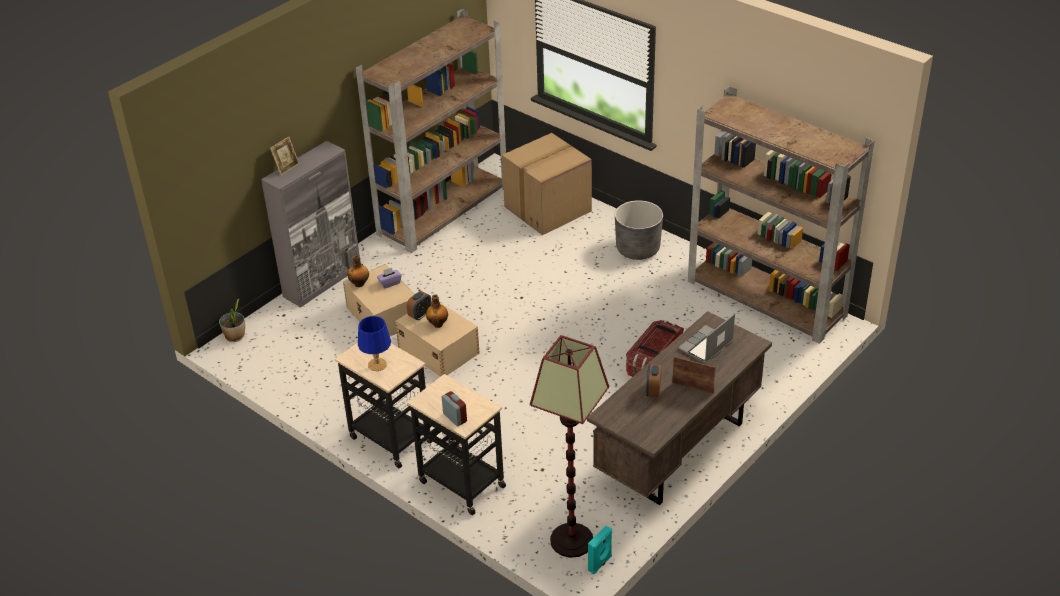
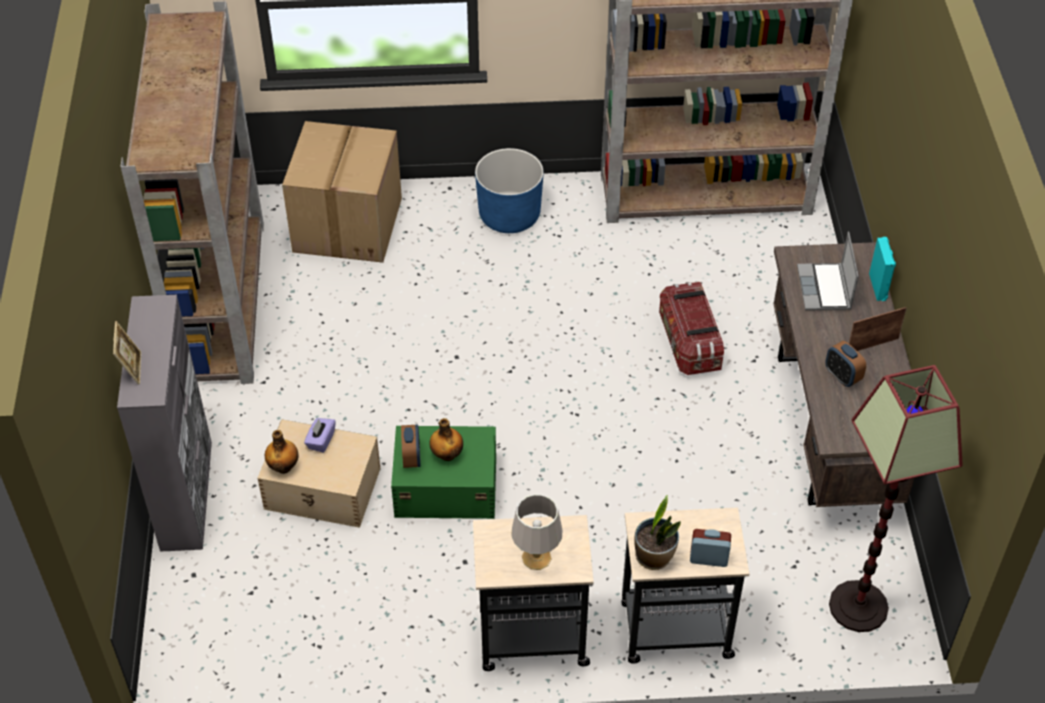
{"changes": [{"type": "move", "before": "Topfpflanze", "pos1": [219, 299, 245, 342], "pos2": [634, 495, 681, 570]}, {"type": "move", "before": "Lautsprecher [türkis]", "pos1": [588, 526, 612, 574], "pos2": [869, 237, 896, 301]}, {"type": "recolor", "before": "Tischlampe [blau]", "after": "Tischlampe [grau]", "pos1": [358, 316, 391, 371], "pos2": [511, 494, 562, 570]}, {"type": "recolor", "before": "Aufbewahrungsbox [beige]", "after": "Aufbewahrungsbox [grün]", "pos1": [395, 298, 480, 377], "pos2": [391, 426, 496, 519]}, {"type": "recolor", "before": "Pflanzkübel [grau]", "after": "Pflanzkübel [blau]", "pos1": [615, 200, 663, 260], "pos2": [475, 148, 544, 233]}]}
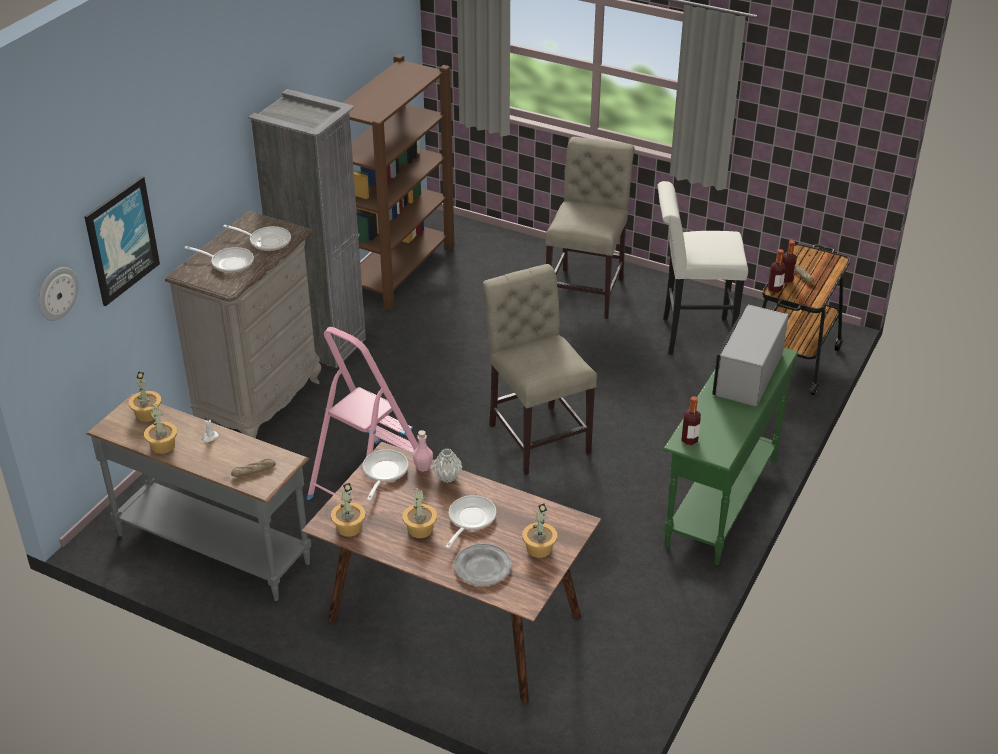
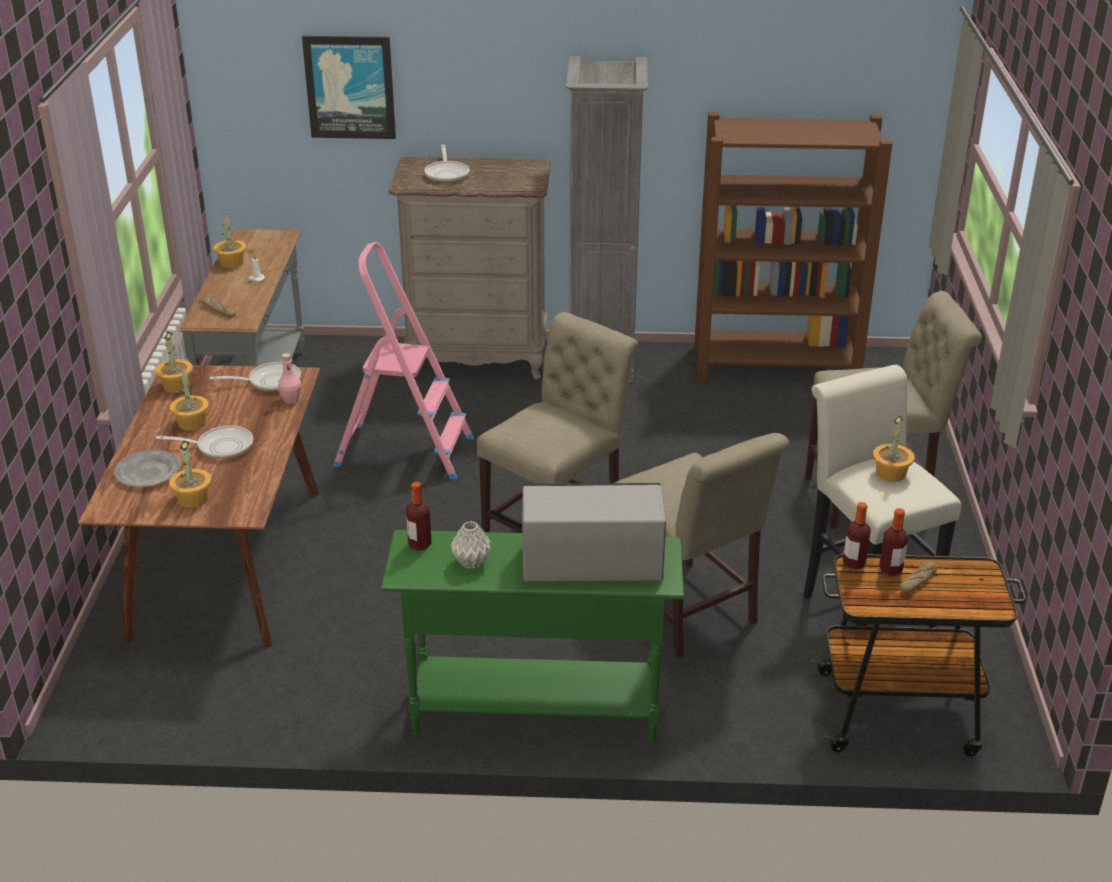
{"changes": [{"type": "delete", "before": "Wanduhr", "pos1": [38, 267, 78, 321]}, {"type": "delete", "before": "Pfanne", "pos1": [223, 225, 291, 251]}, {"type": "insert", "after": "Stuhl [beige]", "pos2": [615, 433, 789, 658]}, {"type": "move", "before": "Topfpflanze", "pos1": [129, 371, 161, 422], "pos2": [873, 415, 915, 482]}, {"type": "move", "before": "Vase [grau]", "pos1": [432, 449, 462, 483], "pos2": [451, 521, 492, 569]}]}
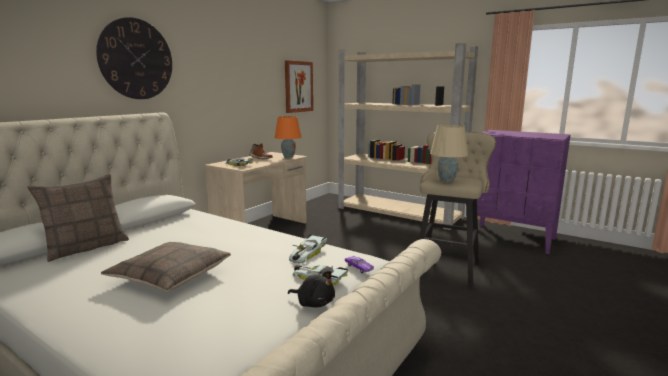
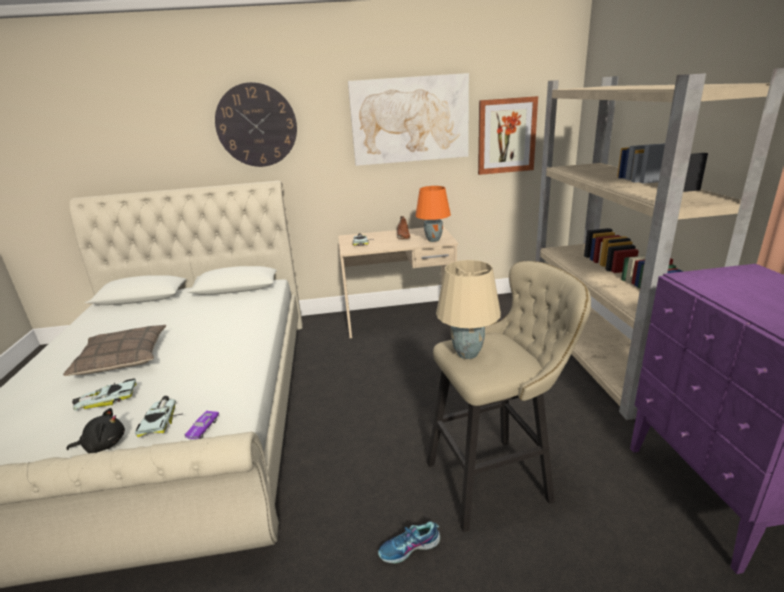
{"changes": [{"type": "delete", "before": "Kissen", "pos1": [27, 173, 129, 262]}, {"type": "insert", "after": "Bild", "pos2": [348, 73, 469, 166]}, {"type": "insert", "after": "Schuh", "pos2": [378, 521, 440, 564]}, {"type": "move", "before": "Spielzeugauto", "pos1": [289, 234, 327, 263], "pos2": [72, 379, 137, 411]}, {"type": "rotate", "before": "Plüschtier [schwarz]", "pos1": [288, 271, 335, 308], "pos2": [66, 408, 125, 453], "turn": -90}]}
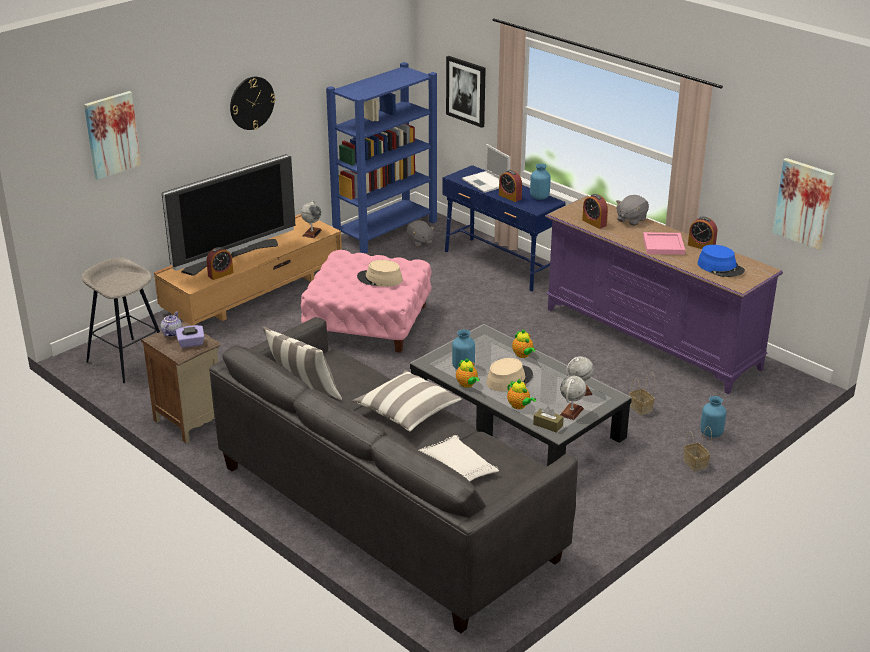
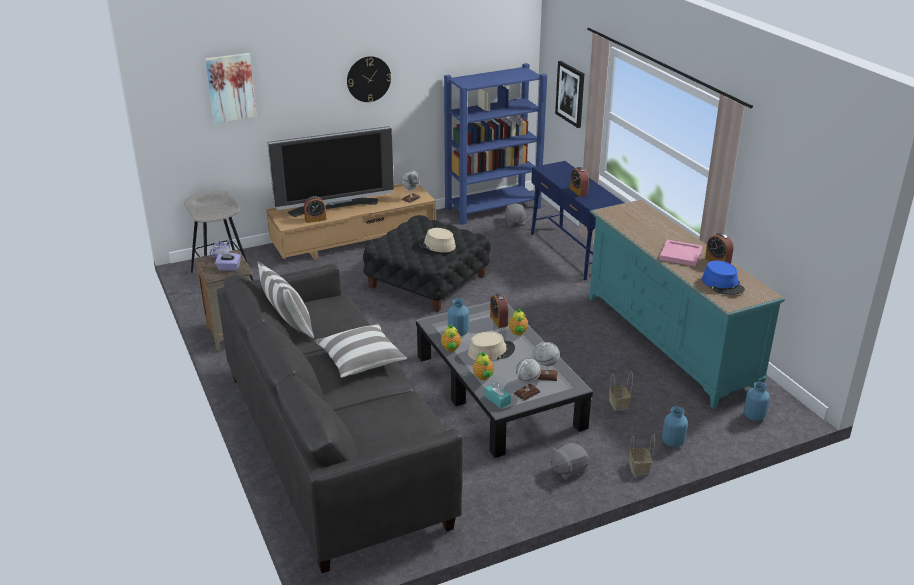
{"changes": [{"type": "delete", "before": "Kissen [weiß]", "pos1": [419, 435, 499, 481]}, {"type": "delete", "before": "Laptop", "pos1": [462, 144, 511, 193]}, {"type": "delete", "before": "Bild", "pos1": [773, 158, 834, 250]}, {"type": "move", "before": "Vase [blau]", "pos1": [530, 163, 551, 200], "pos2": [744, 382, 770, 421]}, {"type": "move", "before": "Wecker", "pos1": [582, 194, 608, 229], "pos2": [490, 293, 509, 328]}, {"type": "move", "before": "Plüschtier [grau]", "pos1": [616, 195, 649, 226], "pos2": [551, 443, 589, 481]}, {"type": "recolor", "before": "Polsterhocker [rosa]", "after": "Polsterhocker [schwarz]", "pos1": [301, 250, 432, 353], "pos2": [363, 215, 491, 312]}, {"type": "recolor", "before": "Taschentuchbox [braun]", "after": "Taschentuchbox [türkis]", "pos1": [533, 407, 564, 433], "pos2": [485, 383, 511, 408]}, {"type": "recolor", "before": "Schrank [lila]", "after": "Schrank [türkis]", "pos1": [545, 196, 783, 394], "pos2": [588, 200, 785, 409]}]}
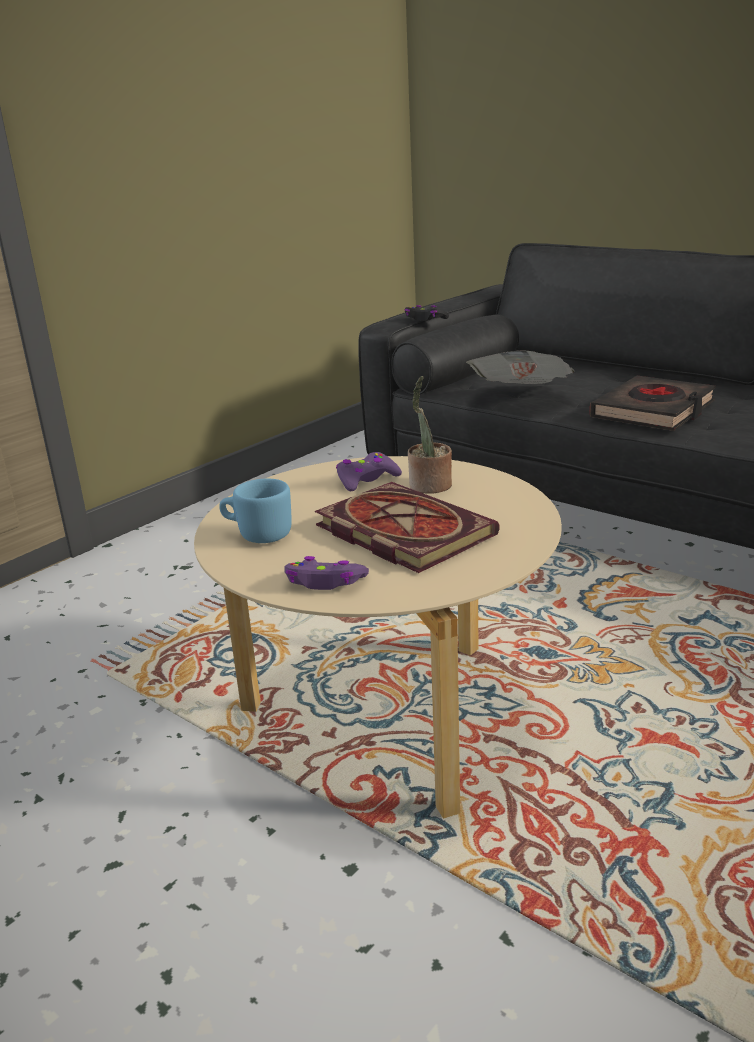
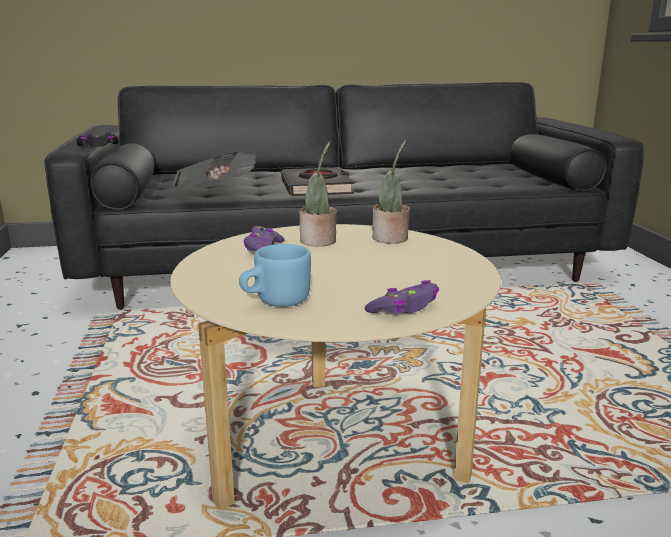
{"changes": [{"type": "delete", "before": "Buch", "pos1": [315, 482, 499, 573]}, {"type": "insert", "after": "Topfpflanze", "pos2": [372, 140, 410, 244]}]}
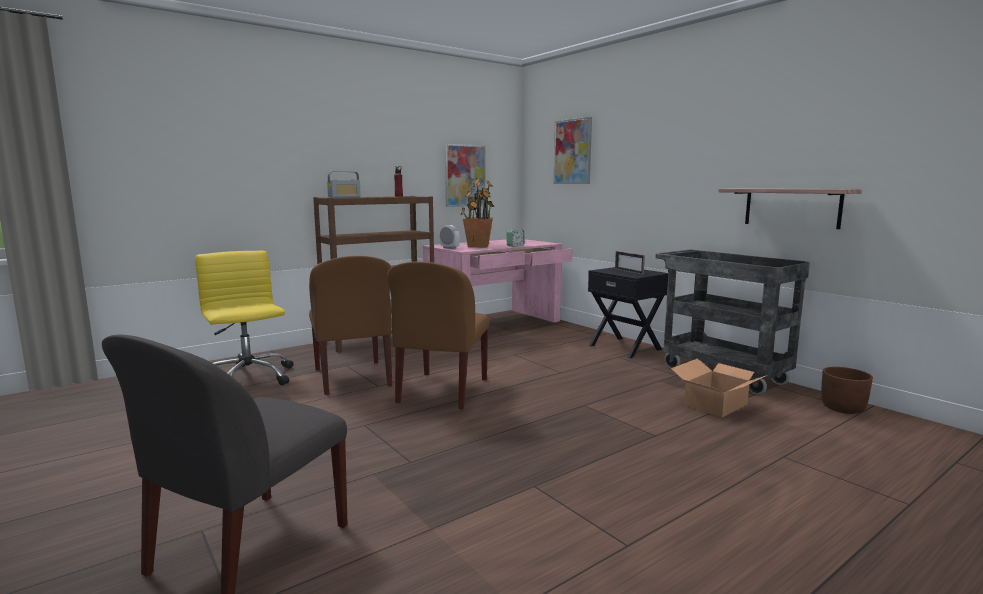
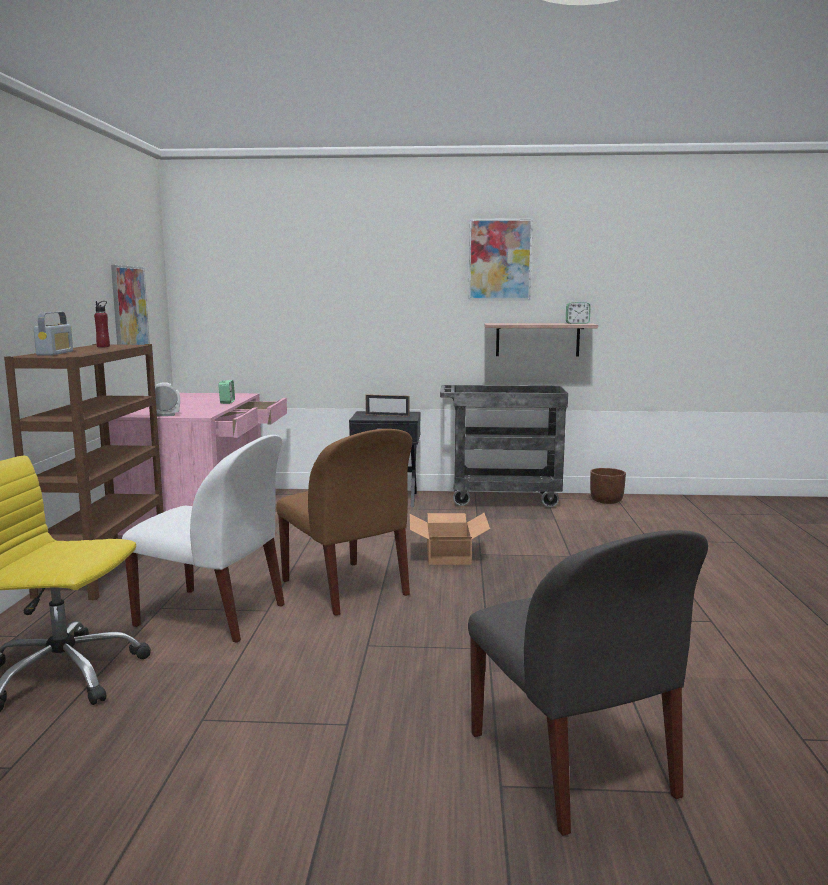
{"changes": [{"type": "delete", "before": "Topfpflanze", "pos1": [461, 178, 494, 247]}, {"type": "insert", "after": "Wecker", "pos2": [566, 302, 591, 324]}, {"type": "move", "before": "Bild", "pos1": [554, 117, 592, 184], "pos2": [469, 218, 533, 301]}, {"type": "move", "before": "Karton", "pos1": [671, 358, 768, 418], "pos2": [410, 513, 490, 565]}, {"type": "recolor", "before": "Stuhl [braun]", "after": "Stuhl [weiß]", "pos1": [309, 256, 392, 395], "pos2": [122, 435, 284, 643]}]}
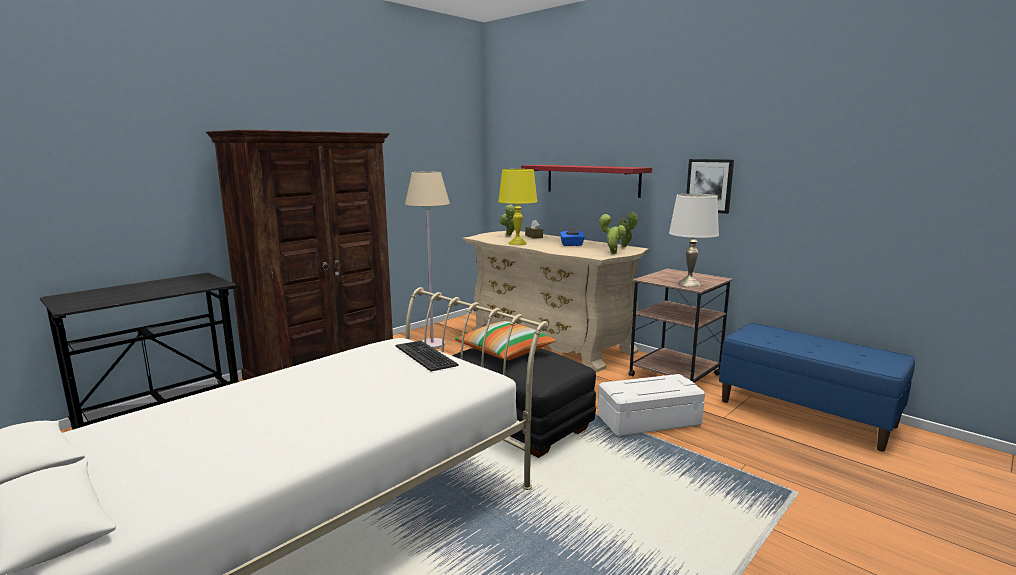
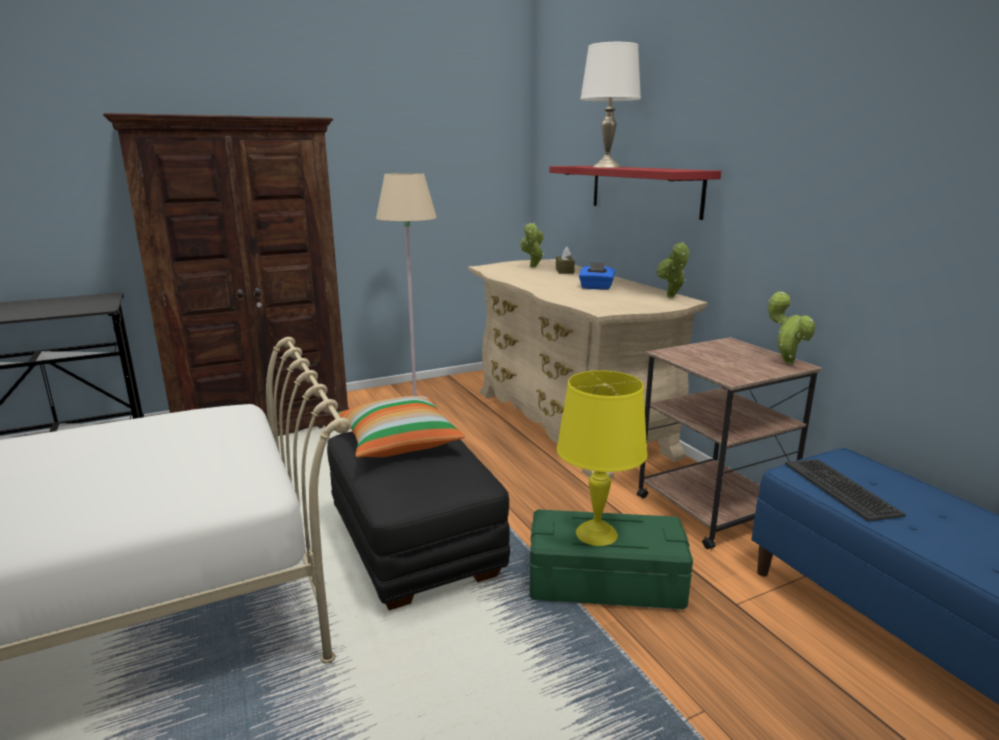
{"changes": [{"type": "delete", "before": "Bild", "pos1": [686, 159, 734, 214]}, {"type": "move", "before": "Tastatur", "pos1": [396, 341, 459, 371], "pos2": [785, 459, 906, 521]}, {"type": "move", "before": "Tischlampe [gelb]", "pos1": [498, 169, 538, 245], "pos2": [557, 370, 648, 546]}, {"type": "move", "before": "Topfpflanze", "pos1": [599, 214, 626, 254], "pos2": [768, 292, 815, 364]}, {"type": "move", "before": "Tischlampe [weiß]", "pos1": [669, 194, 719, 287], "pos2": [580, 42, 641, 168]}, {"type": "recolor", "before": "Aufbewahrungsbox [weiß]", "after": "Aufbewahrungsbox [grün]", "pos1": [598, 374, 705, 436], "pos2": [529, 509, 693, 610]}]}
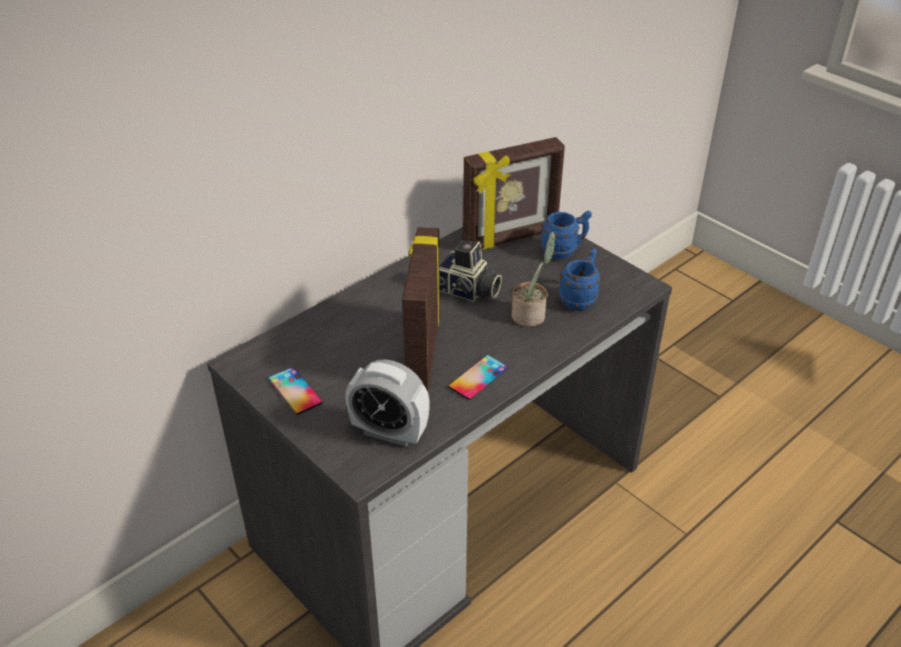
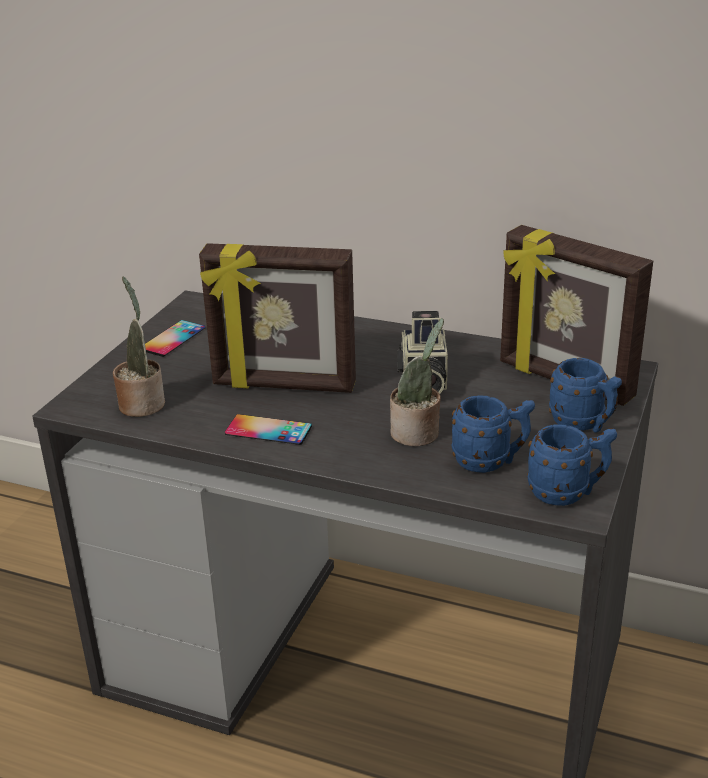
{"changes": [{"type": "insert", "after": "Henkelbecher [blau]", "pos2": [527, 424, 617, 506]}, {"type": "replace", "before": "Wecker", "after": "Topfpflanze", "pos1": [345, 359, 430, 447], "pos2": [113, 276, 165, 417]}, {"type": "rotate", "before": "Bilderrahmen", "pos1": [402, 227, 440, 391], "pos2": [199, 243, 356, 393], "turn": -150}]}
